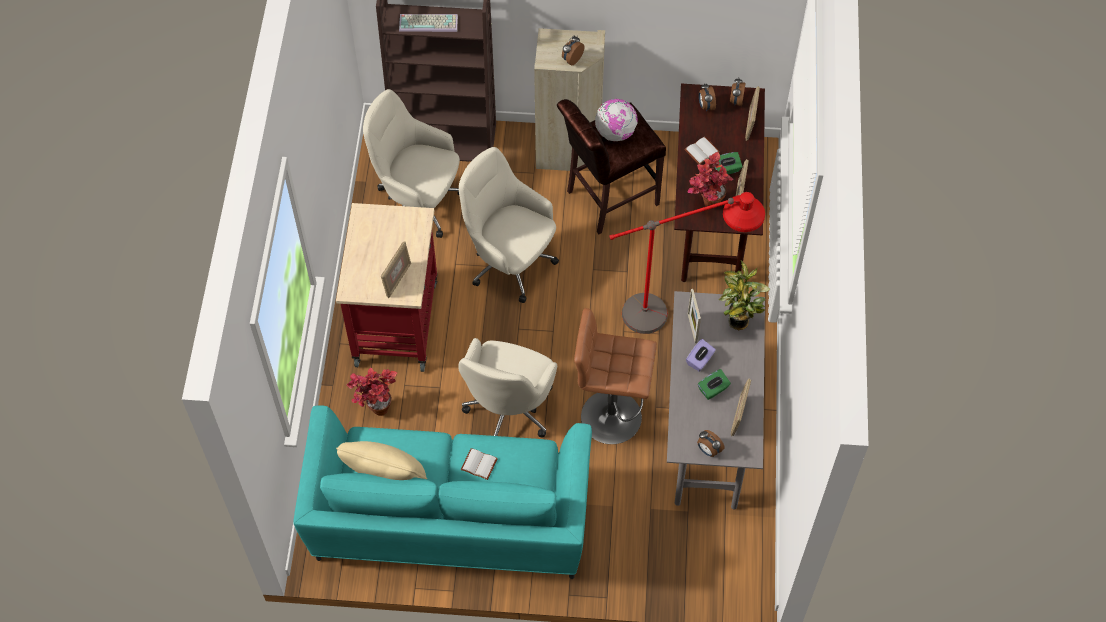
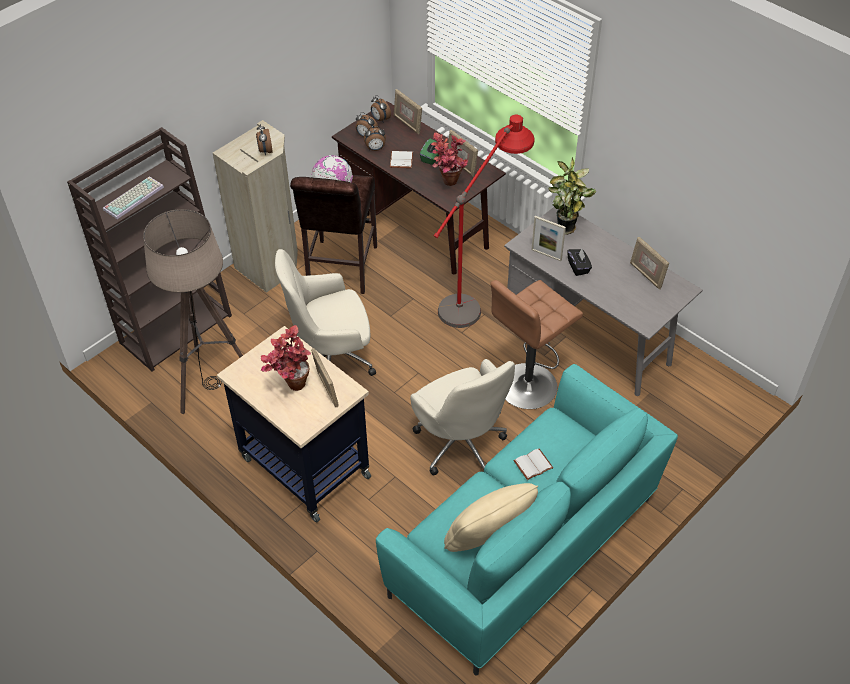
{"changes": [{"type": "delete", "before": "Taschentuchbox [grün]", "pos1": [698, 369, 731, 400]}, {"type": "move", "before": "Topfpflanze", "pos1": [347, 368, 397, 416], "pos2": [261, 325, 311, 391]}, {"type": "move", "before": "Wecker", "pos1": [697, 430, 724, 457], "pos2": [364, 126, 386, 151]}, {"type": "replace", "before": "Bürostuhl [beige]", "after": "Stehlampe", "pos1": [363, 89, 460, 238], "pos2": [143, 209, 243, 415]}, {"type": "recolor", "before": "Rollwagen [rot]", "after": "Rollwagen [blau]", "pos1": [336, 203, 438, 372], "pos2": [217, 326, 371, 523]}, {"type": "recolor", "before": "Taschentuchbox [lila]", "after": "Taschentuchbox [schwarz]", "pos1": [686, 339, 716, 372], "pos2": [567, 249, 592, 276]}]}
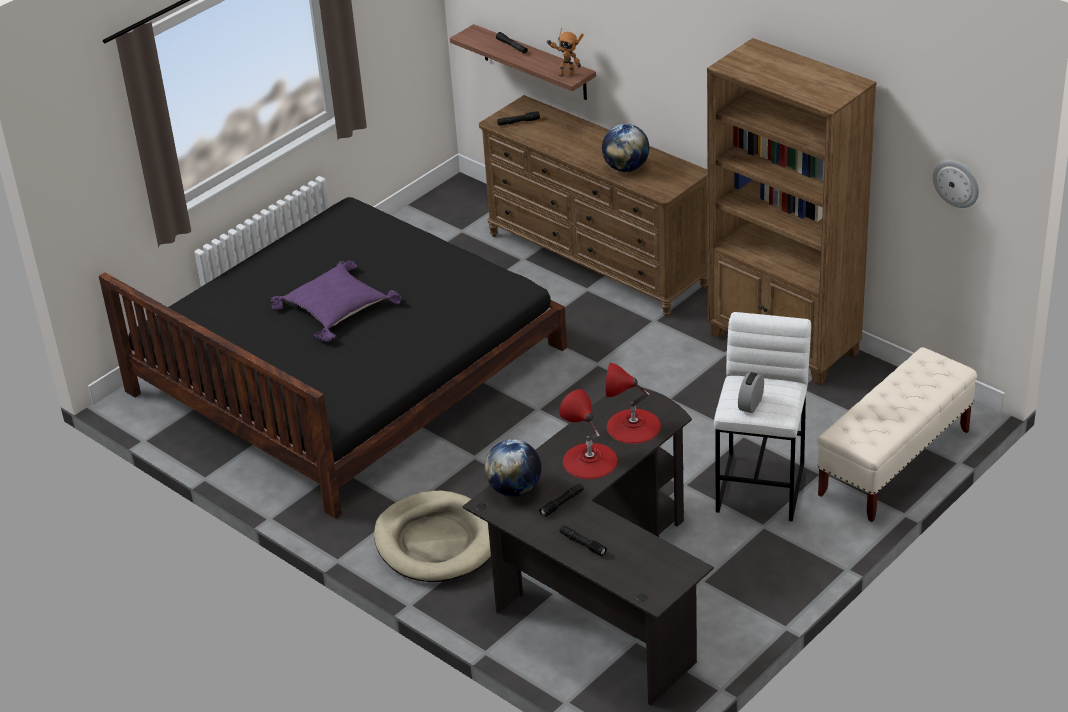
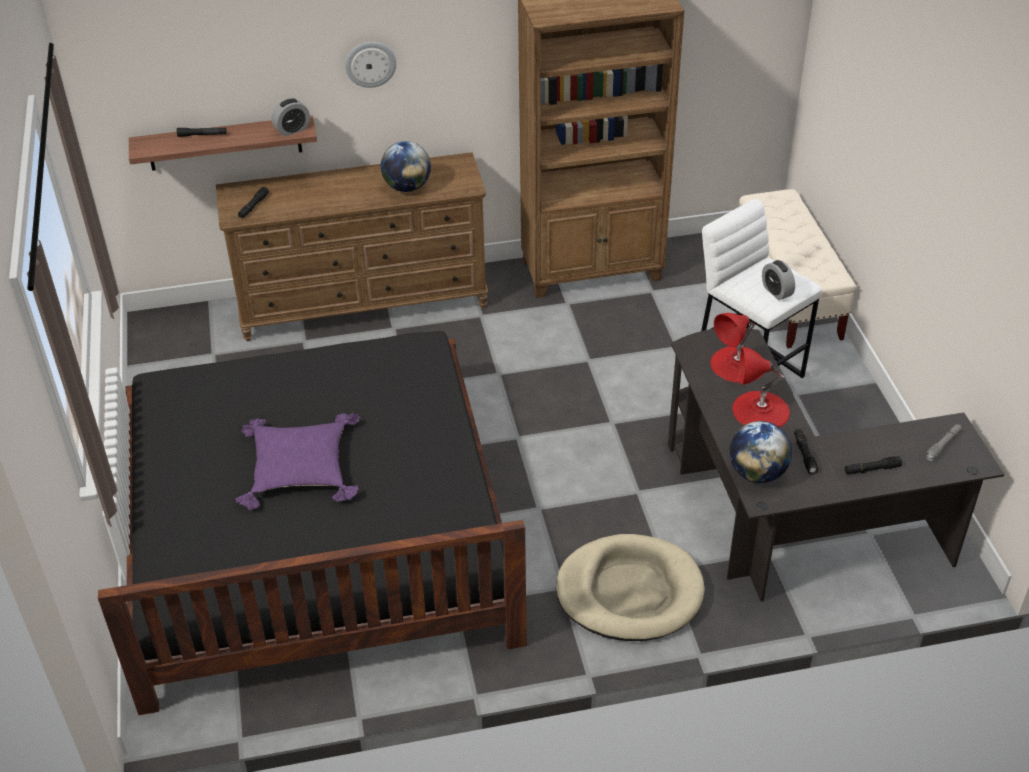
{"changes": [{"type": "insert", "after": "Taschenlampe [grau]", "pos2": [925, 424, 962, 461]}, {"type": "move", "before": "Wanduhr", "pos1": [933, 160, 979, 208], "pos2": [345, 42, 397, 88]}, {"type": "replace", "before": "Spielzeugroboter", "after": "Wecker", "pos1": [547, 28, 584, 77], "pos2": [272, 98, 310, 137]}]}
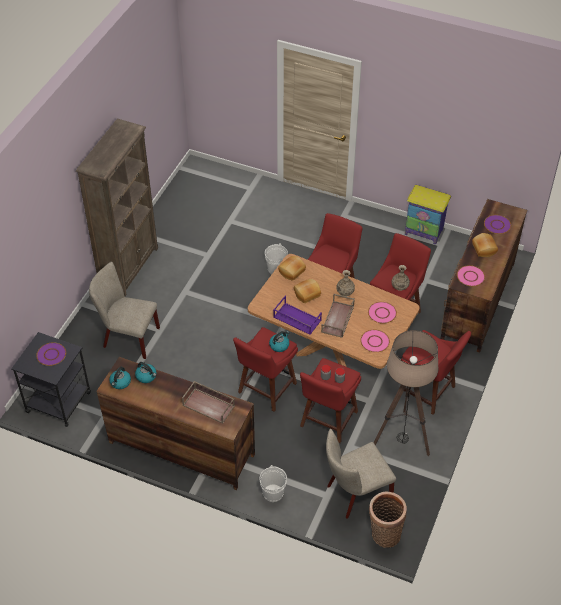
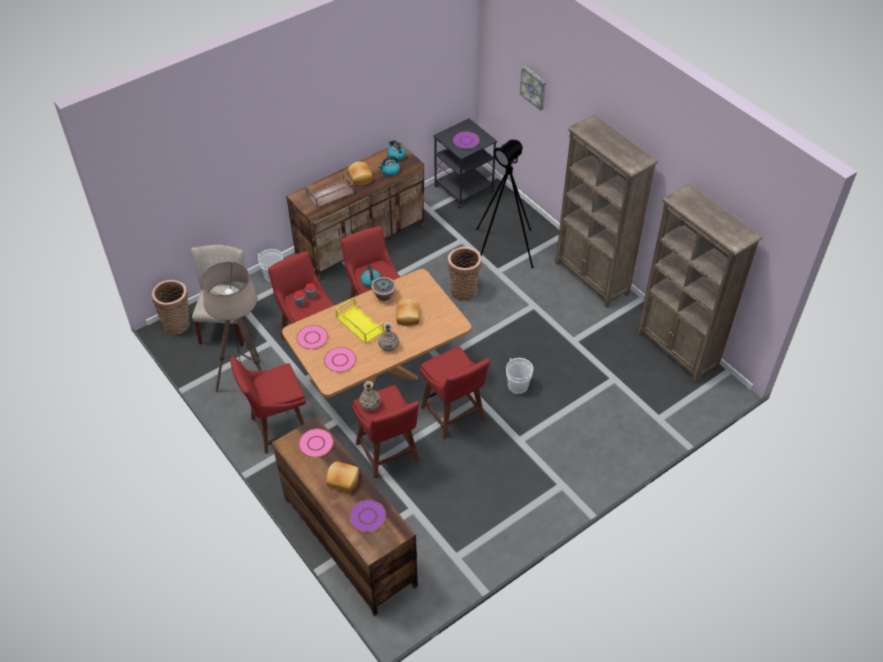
{"changes": [{"type": "delete", "before": "Nachttisch", "pos1": [405, 185, 451, 244]}, {"type": "insert", "after": "Korb", "pos2": [448, 247, 481, 301]}, {"type": "insert", "after": "Bild", "pos2": [520, 66, 546, 111]}, {"type": "insert", "after": "Bücherregal [braun]", "pos2": [637, 184, 763, 384]}, {"type": "move", "before": "Brot", "pos1": [278, 256, 306, 281], "pos2": [348, 162, 373, 185]}, {"type": "replace", "before": "Stuhl [beige]", "after": "Stehlampe [schwarz]", "pos1": [89, 262, 160, 359], "pos2": [476, 139, 533, 268]}, {"type": "replace", "before": "Tablett [lila]", "after": "Topfpflanze", "pos1": [273, 296, 322, 335], "pos2": [371, 277, 396, 301]}, {"type": "recolor", "before": "Tablett [braun]", "after": "Tablett [gelb]", "pos1": [321, 294, 355, 338], "pos2": [335, 297, 384, 344]}]}
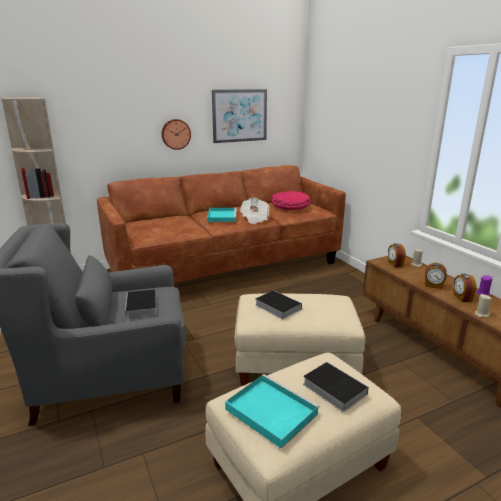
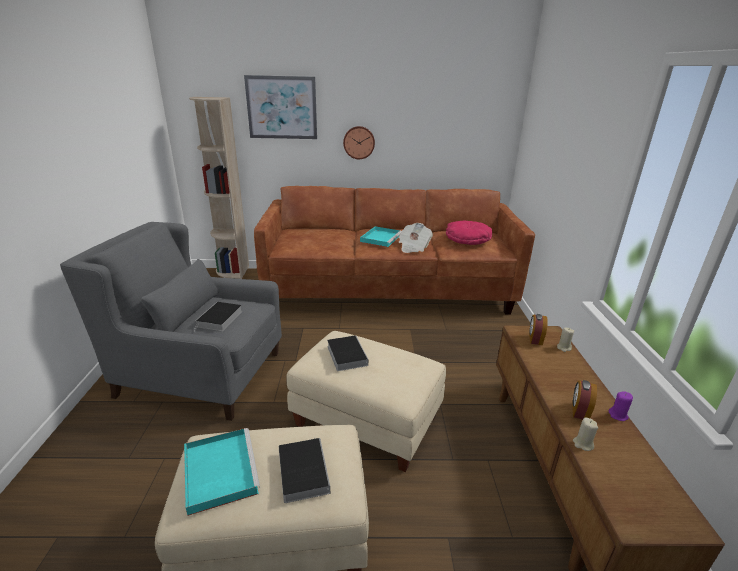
{"changes": [{"type": "delete", "before": "Wecker", "pos1": [425, 263, 447, 289]}, {"type": "move", "before": "Bild", "pos1": [212, 89, 267, 143], "pos2": [244, 75, 317, 139]}]}
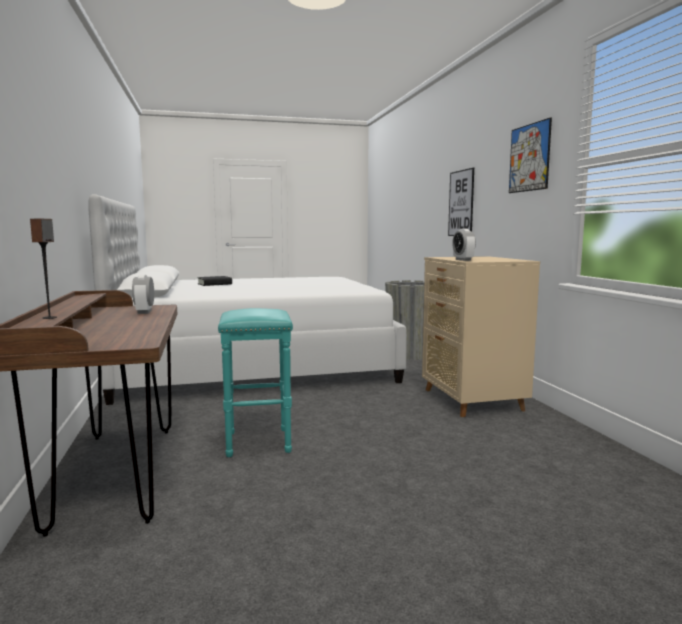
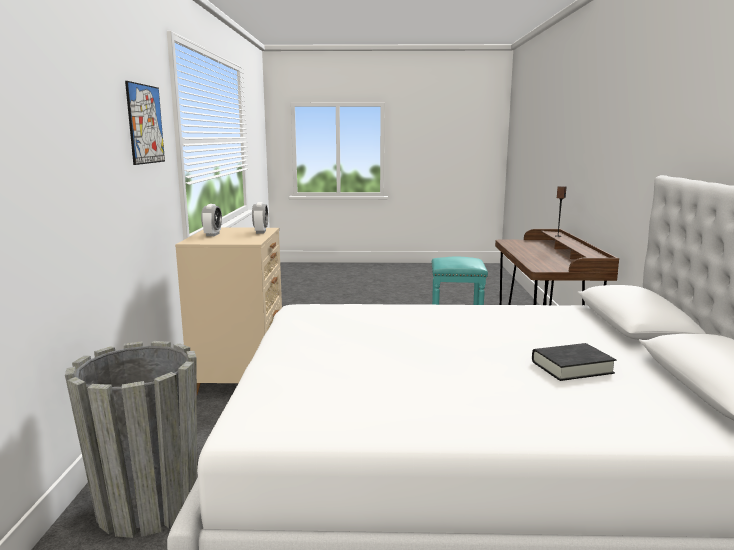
{"changes": [{"type": "delete", "before": "Bild", "pos1": [448, 168, 474, 236]}, {"type": "move", "before": "Wecker", "pos1": [132, 275, 154, 314], "pos2": [201, 204, 222, 236]}]}
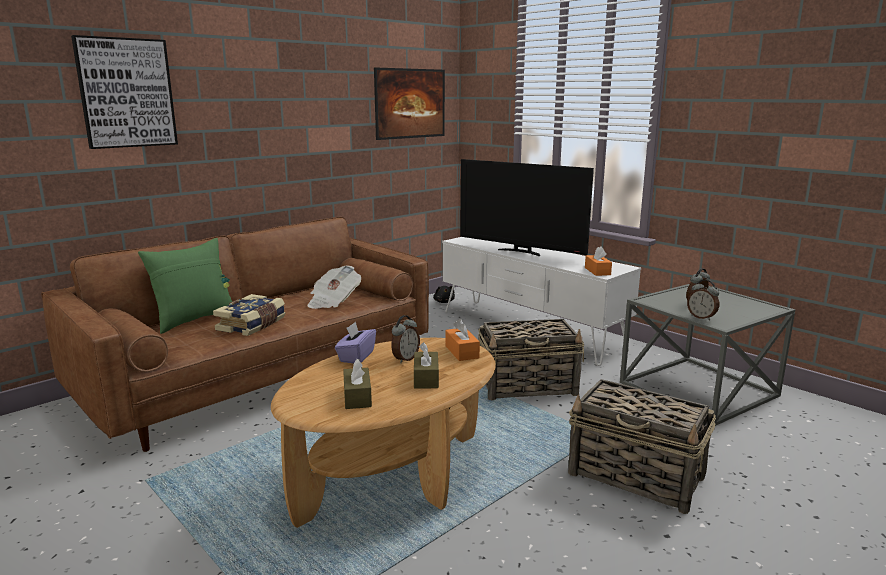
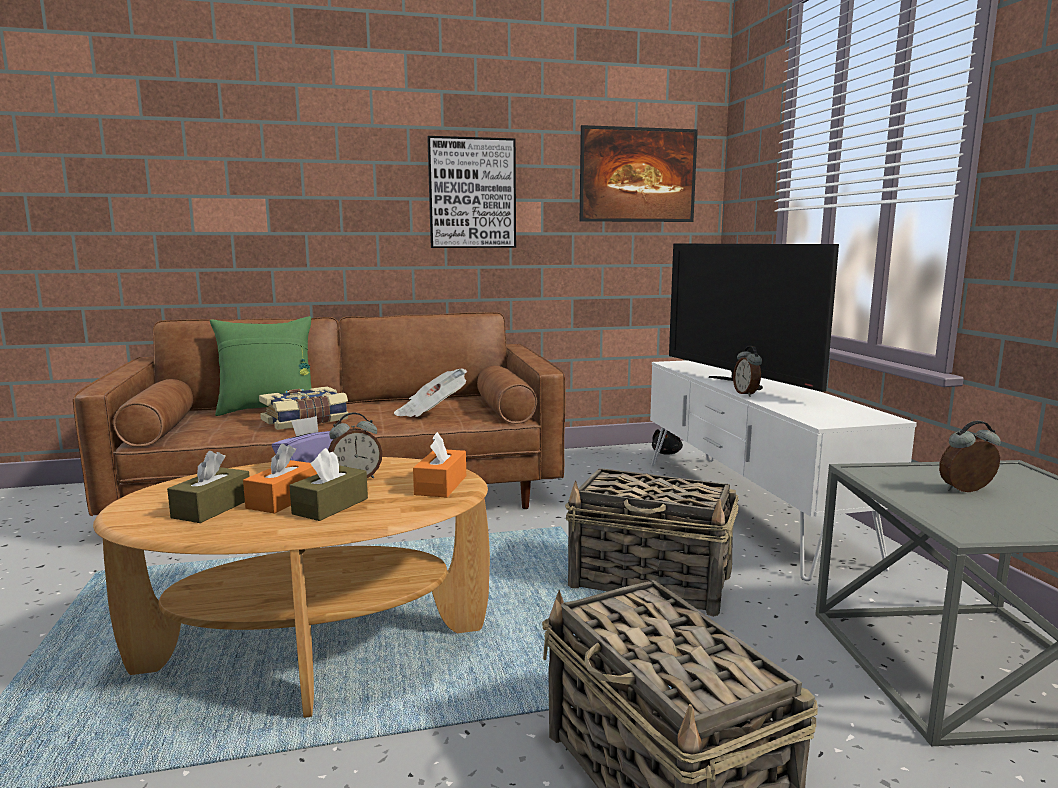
{"changes": [{"type": "move", "before": "Bild", "pos1": [71, 35, 178, 149], "pos2": [427, 136, 516, 248]}, {"type": "move", "before": "Taschentuchbox [orange]", "pos1": [585, 246, 612, 276], "pos2": [243, 444, 317, 514]}, {"type": "move", "before": "Wecker", "pos1": [687, 280, 719, 321], "pos2": [733, 346, 762, 397]}]}
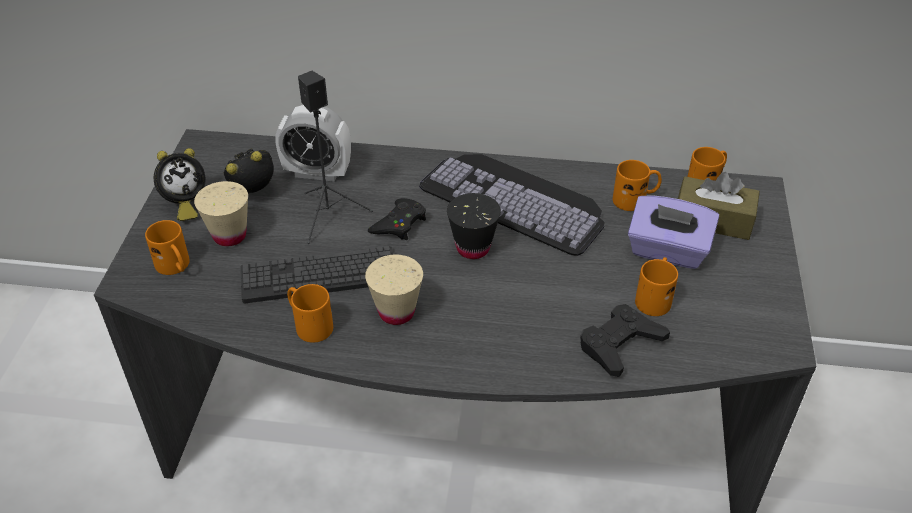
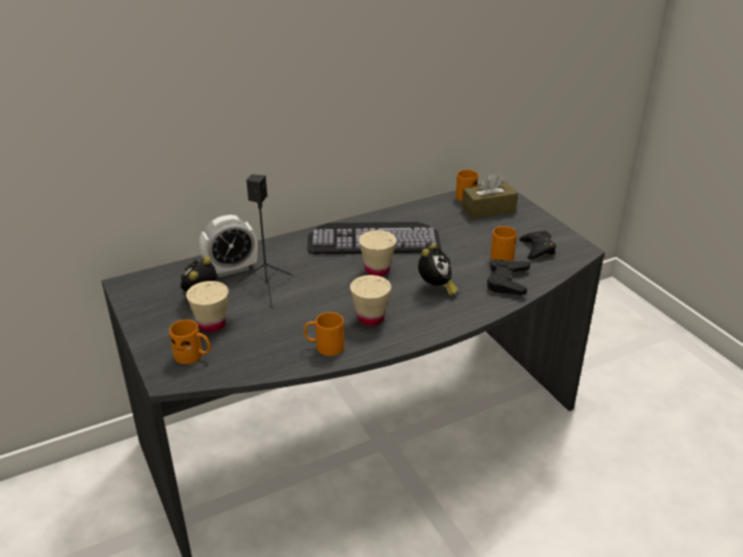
{"changes": [{"type": "delete", "before": "Tastatur", "pos1": [240, 246, 393, 303]}, {"type": "delete", "before": "Henkelbecher [orange]", "pos1": [613, 160, 662, 211]}, {"type": "delete", "before": "Taschentuchbox [lila]", "pos1": [628, 195, 719, 269]}, {"type": "move", "before": "Wecker", "pos1": [154, 148, 206, 221], "pos2": [418, 244, 458, 296]}, {"type": "move", "before": "Gamepad [schwarz]", "pos1": [368, 198, 426, 240], "pos2": [519, 231, 556, 259]}, {"type": "recolor", "before": "Tasse [schwarz]", "after": "Tasse [beige]", "pos1": [447, 193, 501, 259], "pos2": [359, 230, 396, 276]}]}
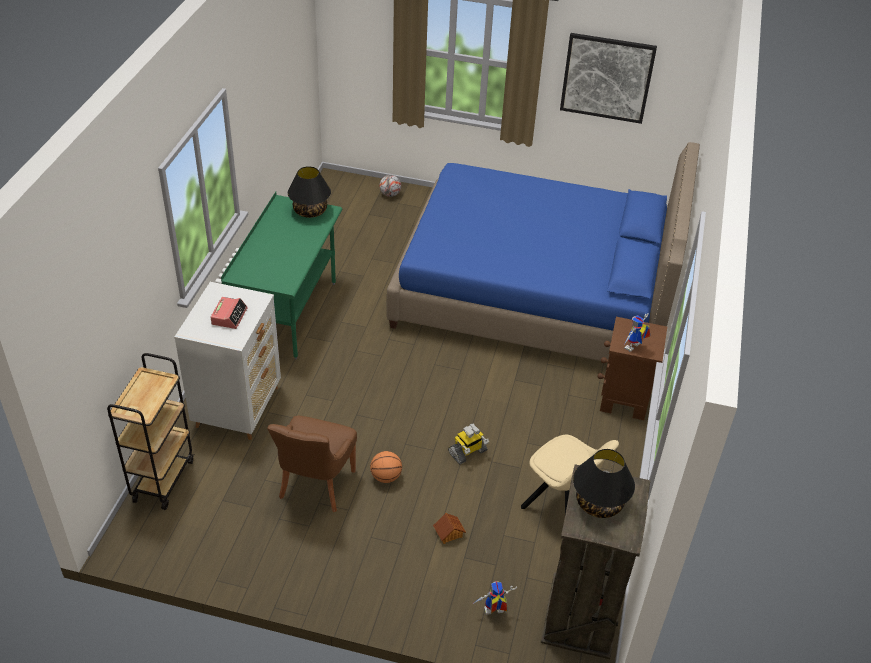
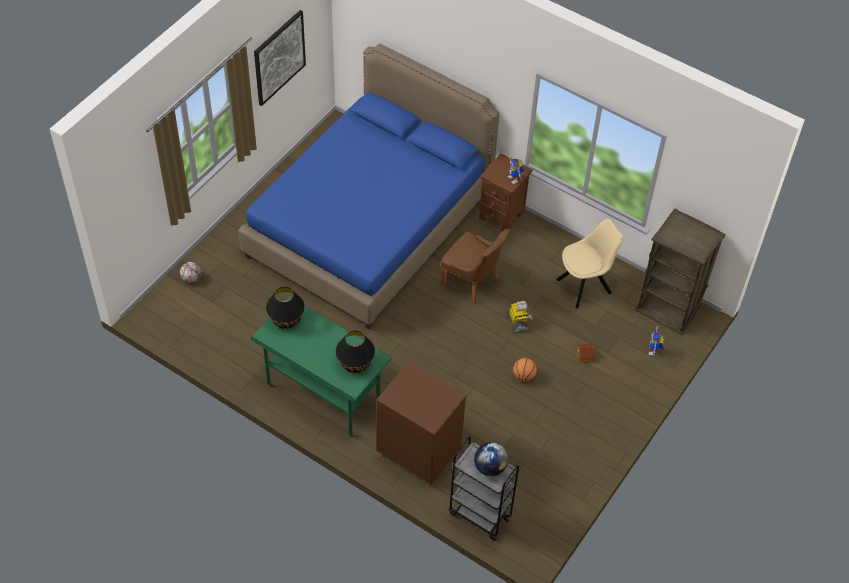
{"changes": [{"type": "delete", "before": "Wecker", "pos1": [211, 297, 248, 329]}, {"type": "insert", "after": "Globus", "pos2": [474, 442, 508, 476]}, {"type": "move", "before": "Stuhl [braun]", "pos1": [267, 416, 357, 512], "pos2": [441, 228, 510, 304]}, {"type": "move", "before": "Tischlampe [schwarz]", "pos1": [573, 449, 635, 518], "pos2": [336, 331, 375, 373]}, {"type": "recolor", "before": "Rollwagen [braun]", "after": "Rollwagen [grau]", "pos1": [107, 353, 194, 510], "pos2": [448, 436, 519, 541]}, {"type": "recolor", "before": "Kommode [weiß]", "after": "Kommode [braun]", "pos1": [174, 282, 281, 440], "pos2": [376, 362, 467, 486]}]}
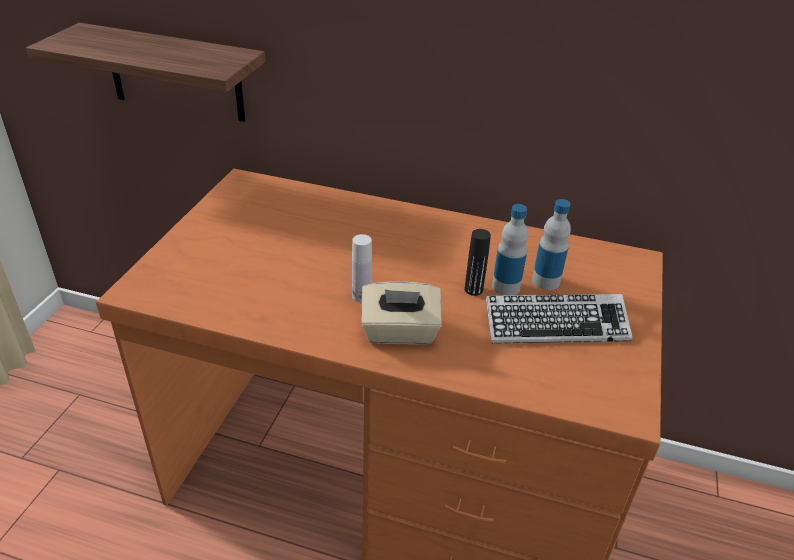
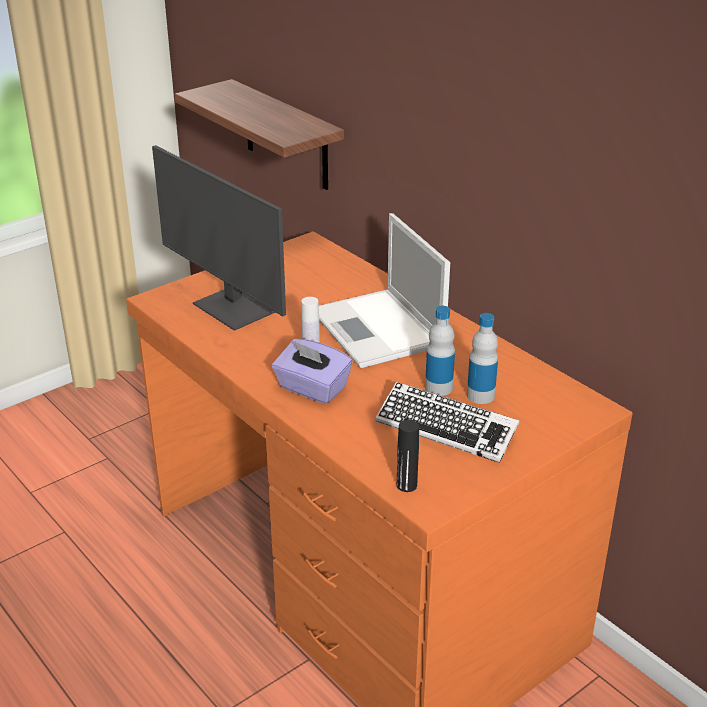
{"changes": [{"type": "insert", "after": "Monitor", "pos2": [152, 145, 286, 331]}, {"type": "insert", "after": "Laptop", "pos2": [319, 213, 450, 368]}, {"type": "move", "before": "Flasche [schwarz]", "pos1": [465, 229, 491, 296], "pos2": [397, 420, 419, 492]}, {"type": "recolor", "before": "Taschentuchbox [beige]", "after": "Taschentuchbox [lila]", "pos1": [361, 281, 442, 345], "pos2": [272, 339, 352, 404]}]}
